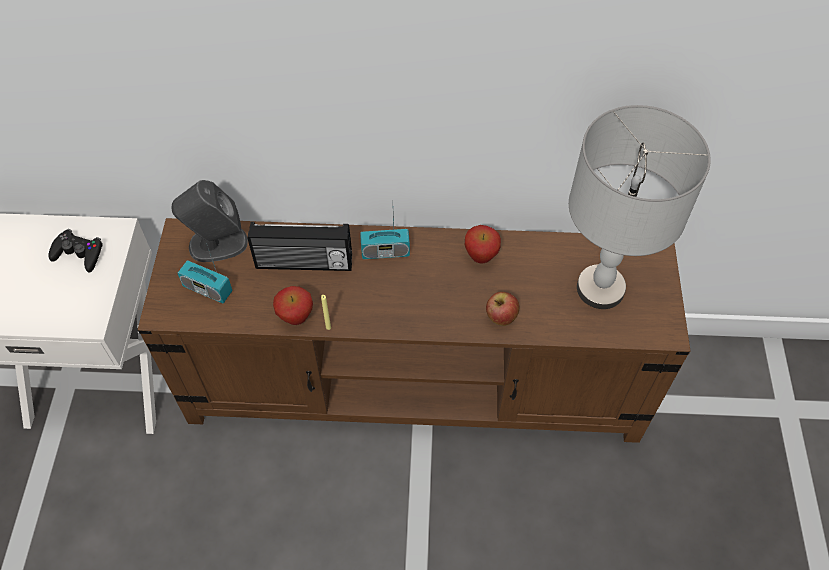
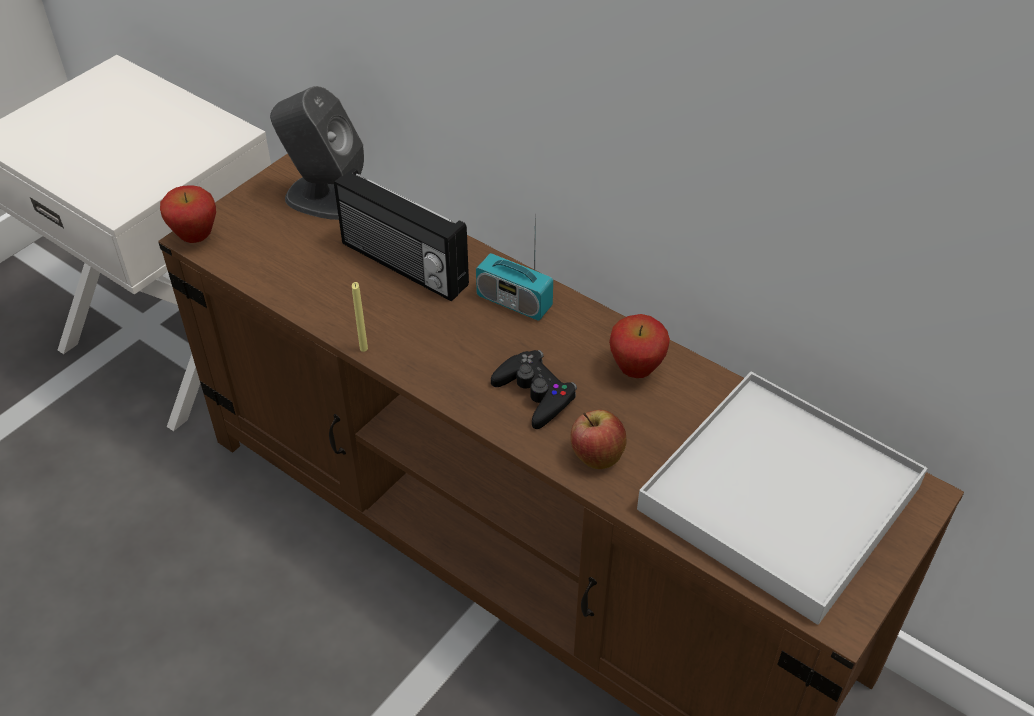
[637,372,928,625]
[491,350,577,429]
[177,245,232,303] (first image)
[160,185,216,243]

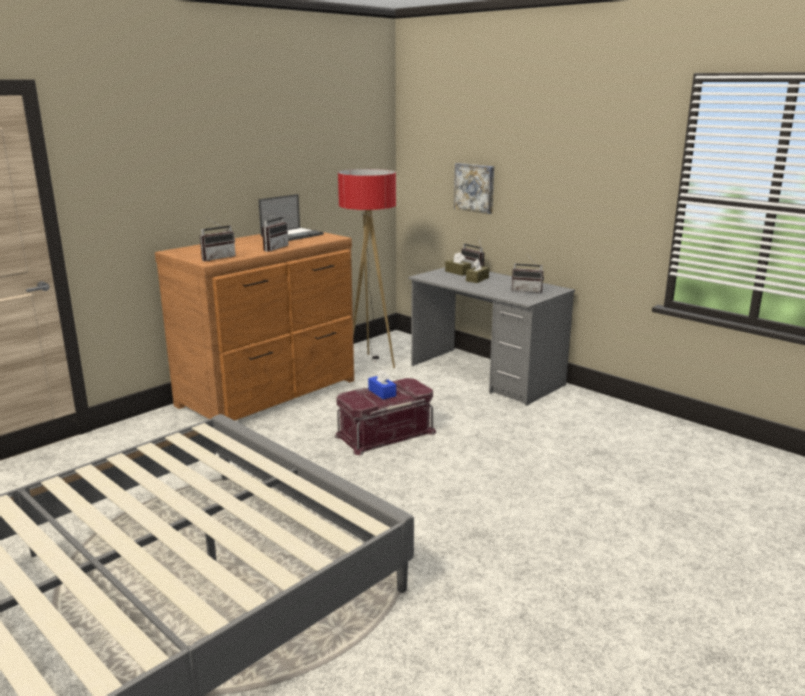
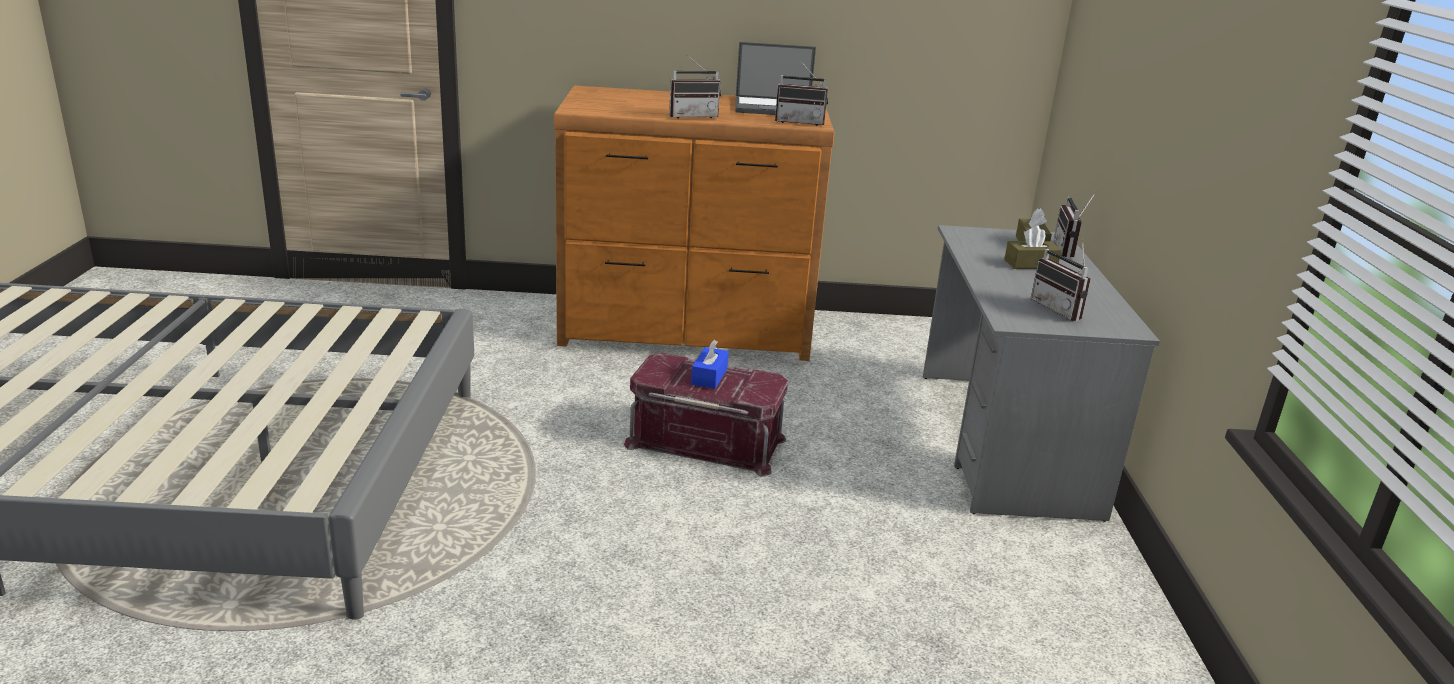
[454,163,494,214] (first image)
[338,169,396,368] (first image)
[775,61,828,126]

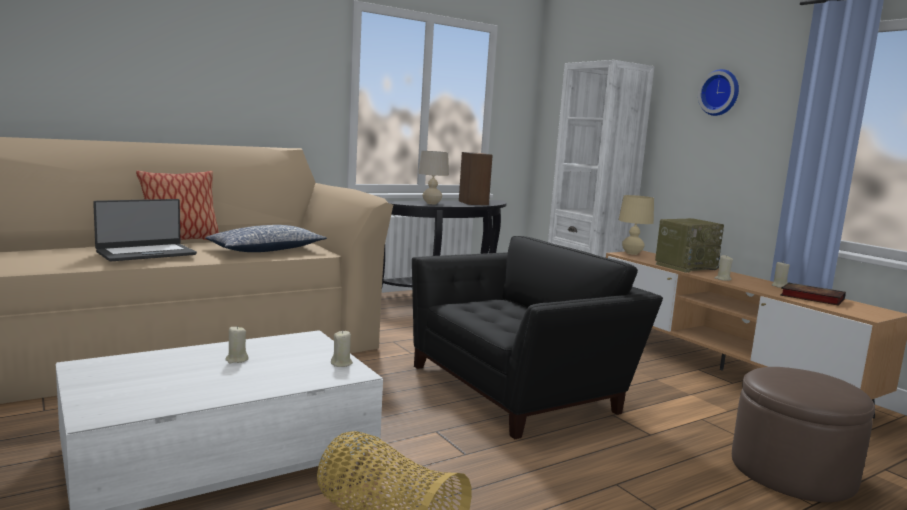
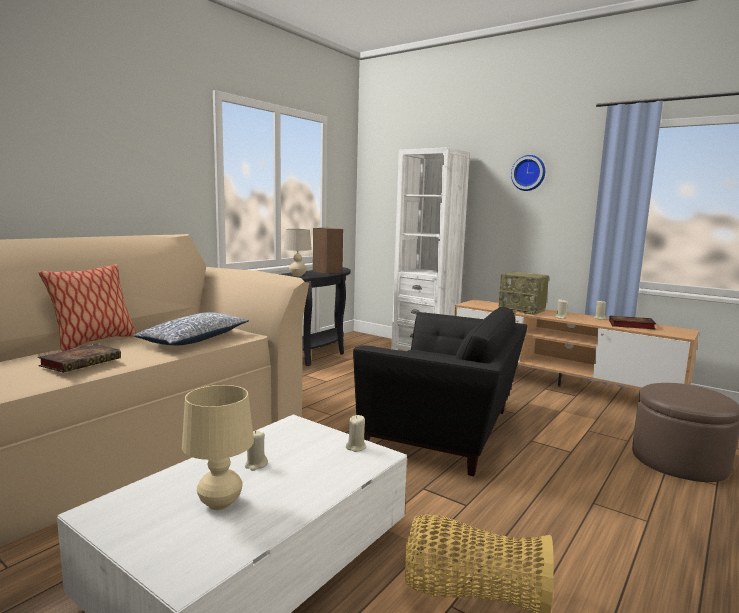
[182,385,254,510]
[38,345,121,373]
[499,272,549,315]
[353,307,527,476]

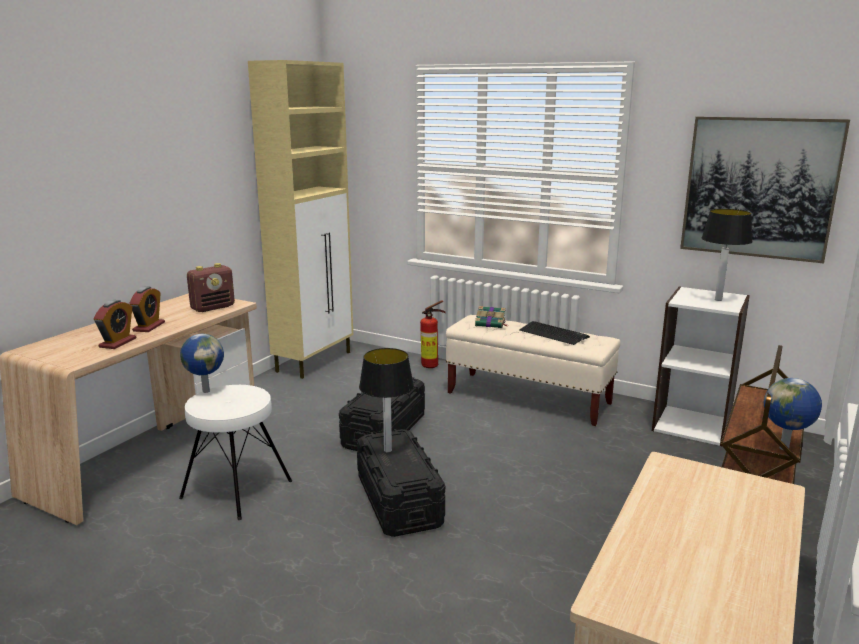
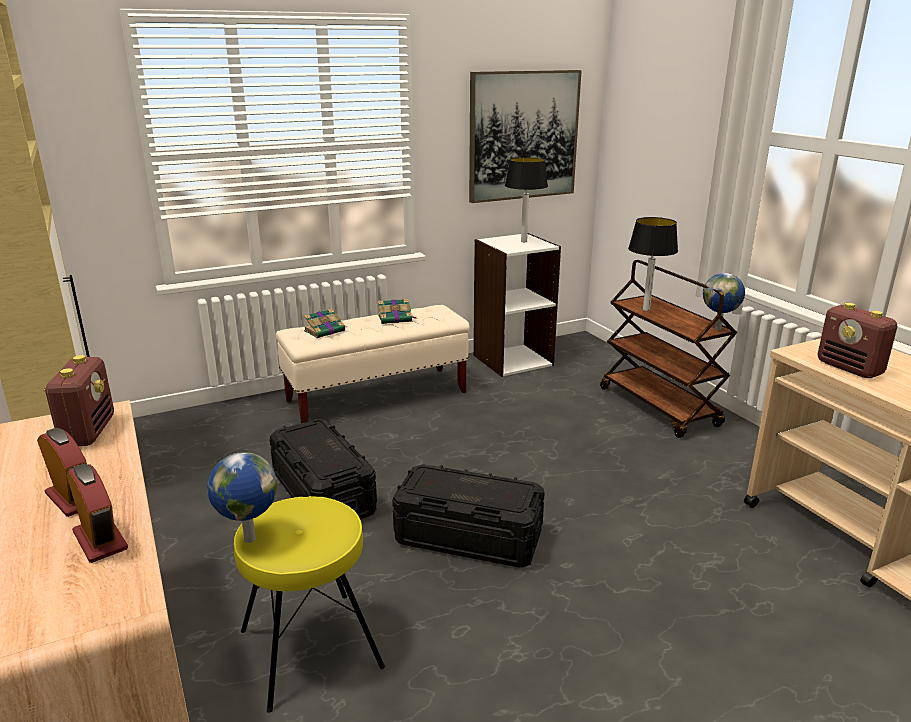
[420,300,446,368] (first image)
[378,299,416,324]
[628,217,678,311]
[234,496,385,713]
[818,303,897,378]

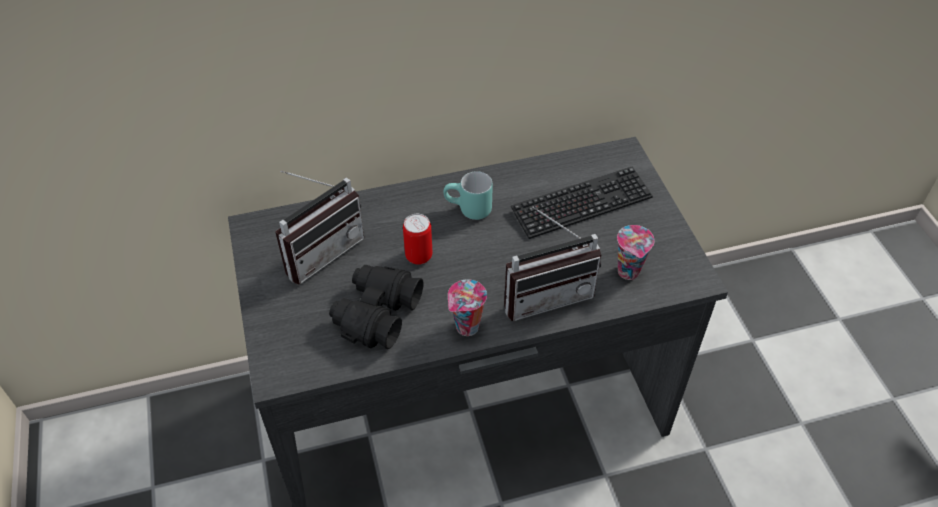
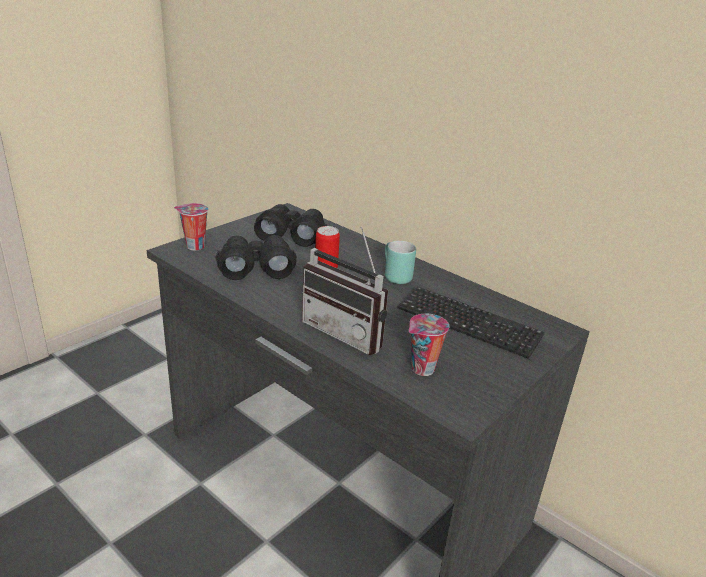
[254,204,327,247]
[174,203,208,251]

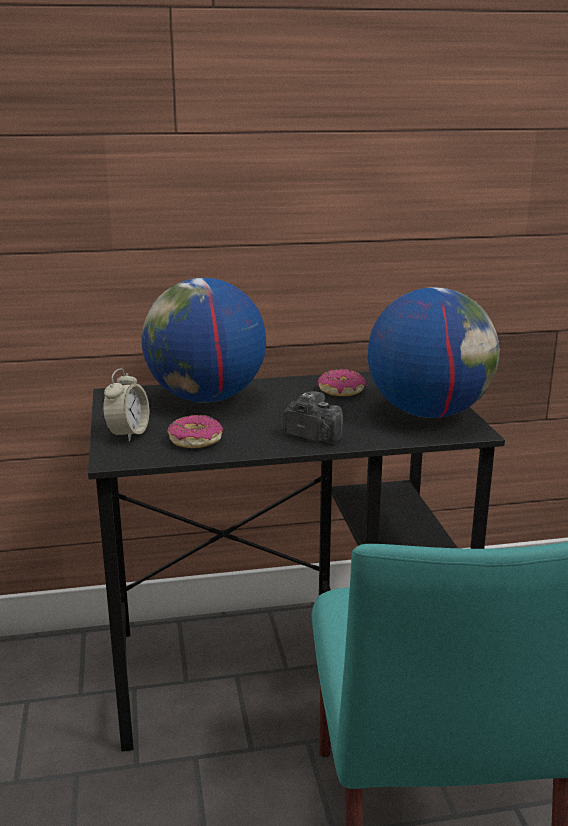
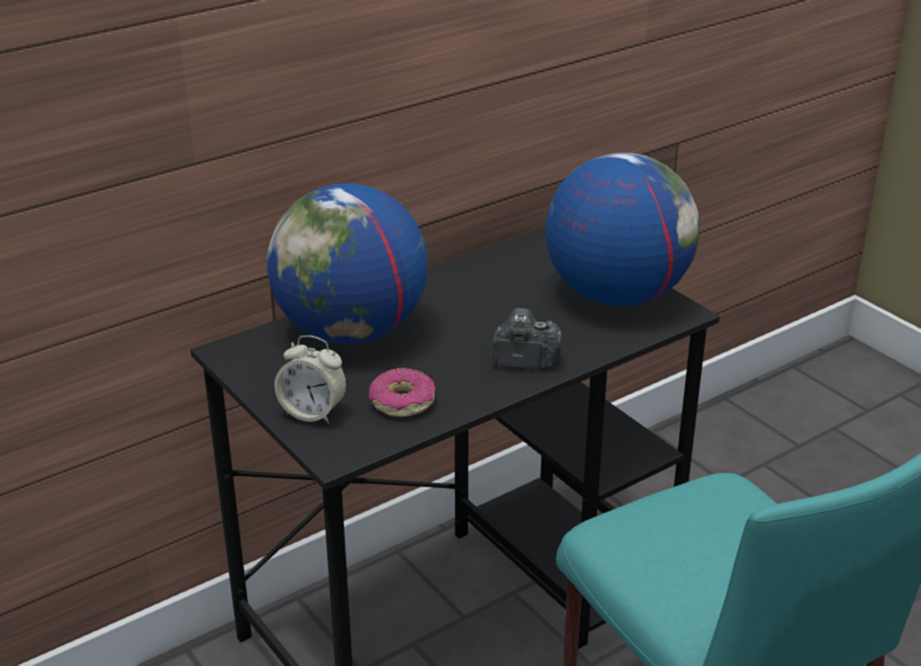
[274,335,347,424]
[318,369,366,396] (first image)

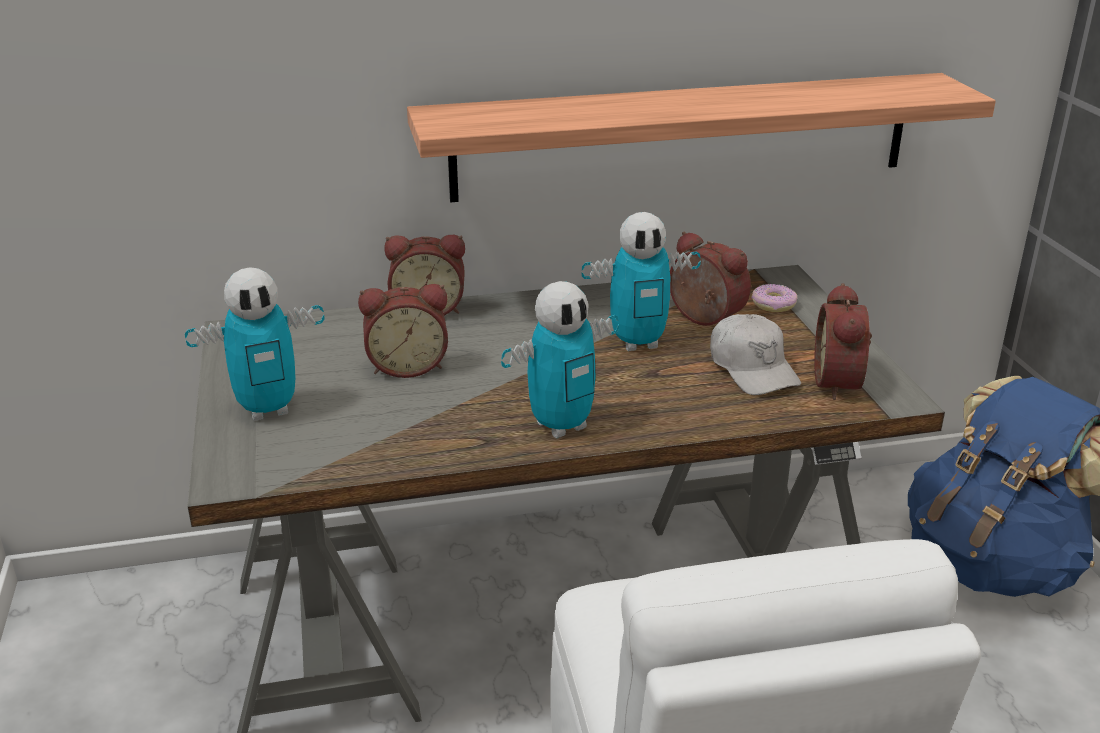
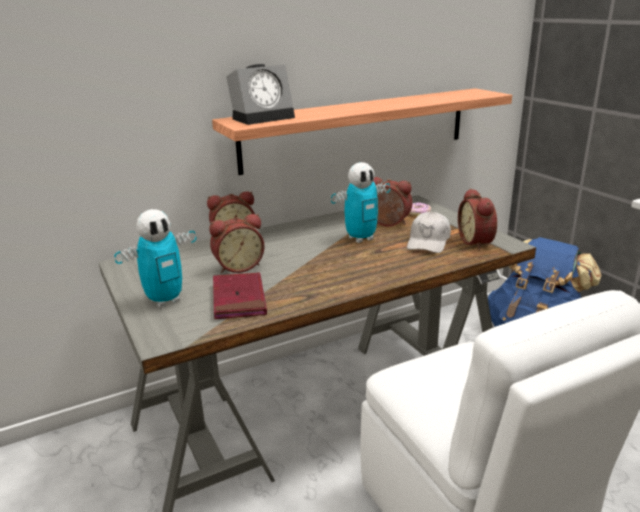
[501,281,619,438] (first image)
[407,212,451,253]
[226,64,295,125]
[213,272,267,319]

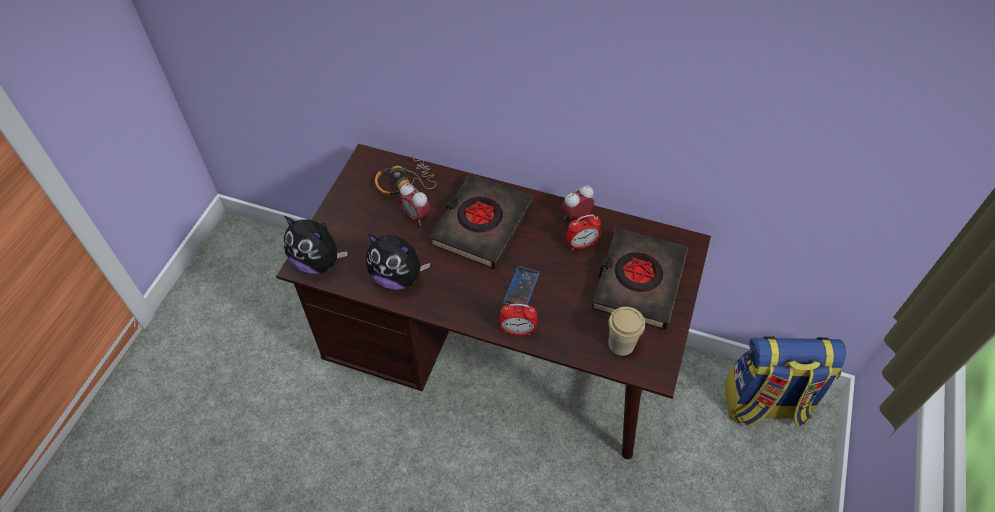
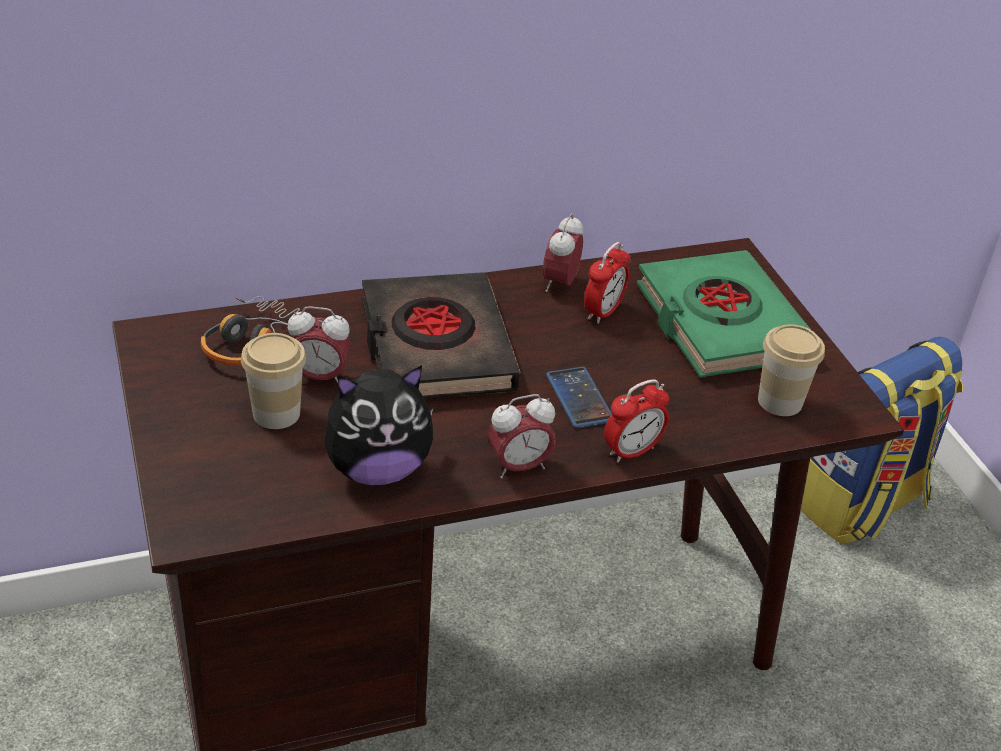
[284,216,348,274] (first image)
[636,250,811,378]
[241,333,306,429]
[487,394,556,479]

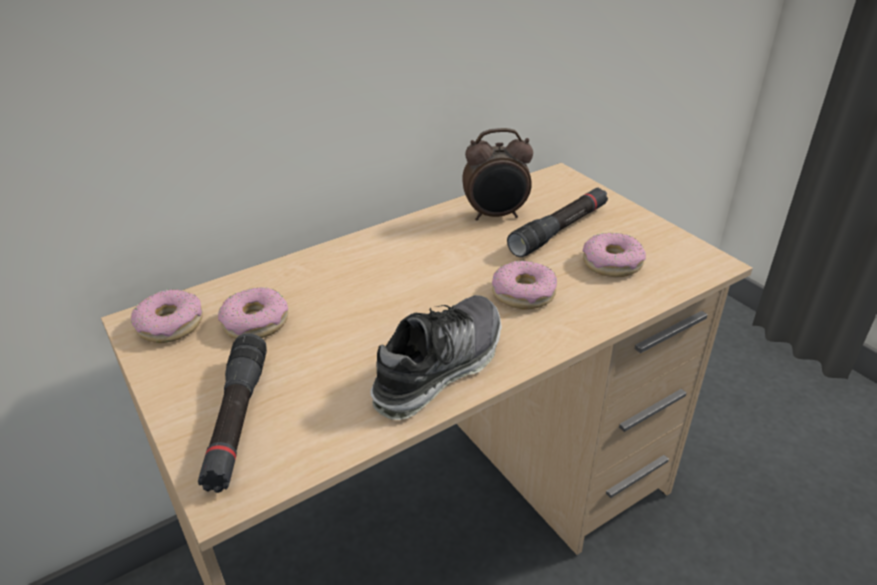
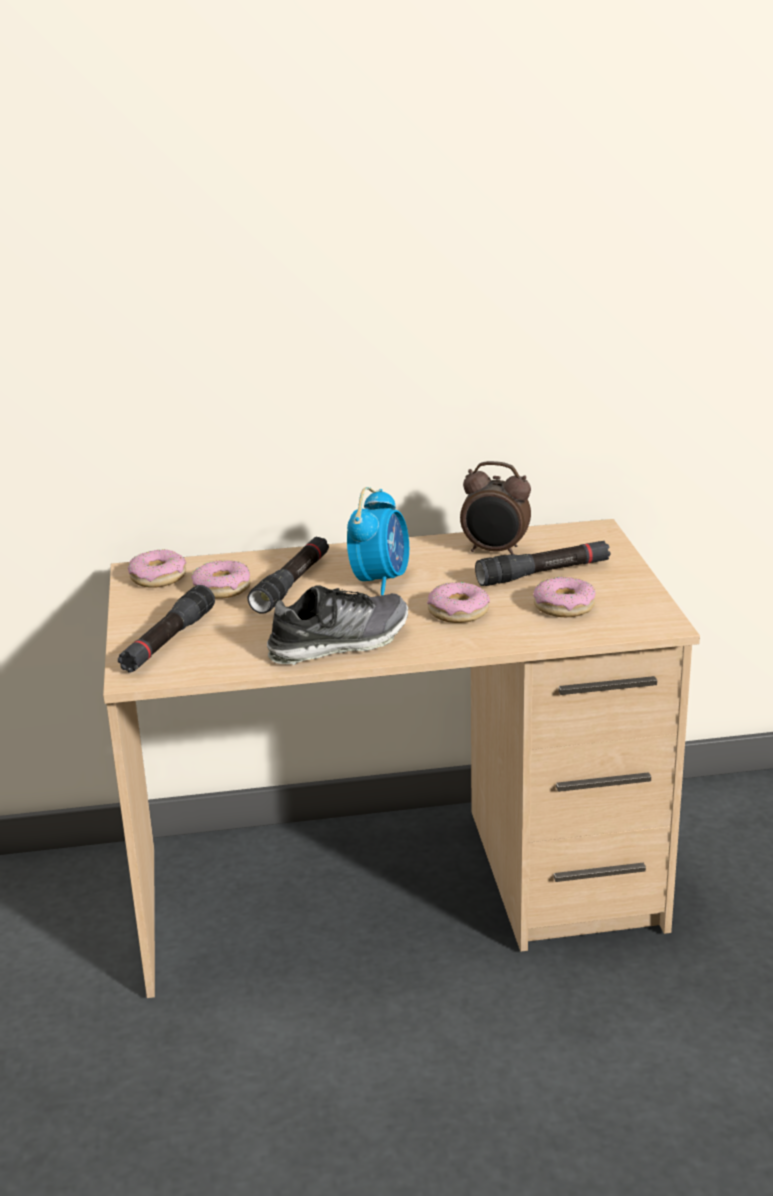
[347,487,409,595]
[248,537,329,614]

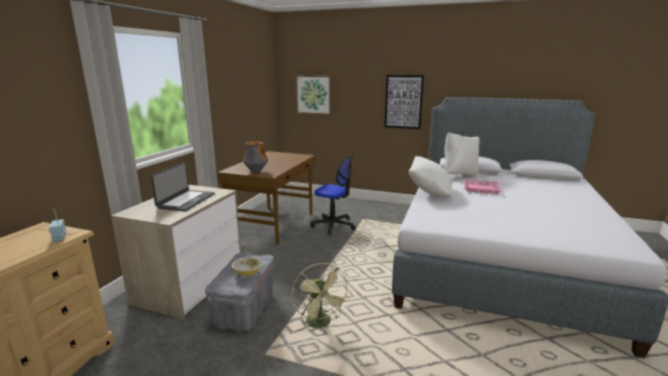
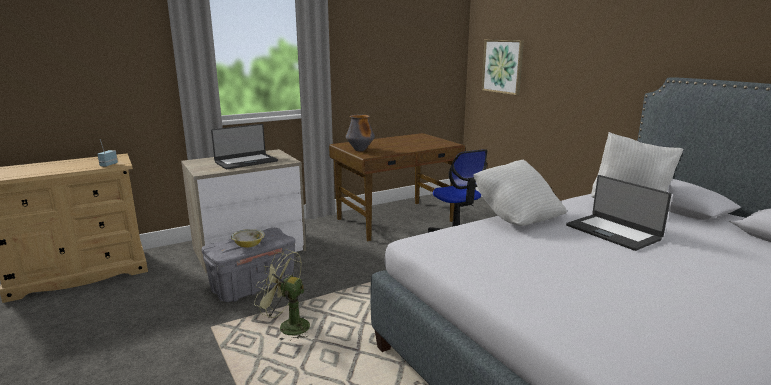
[384,75,424,129] (first image)
[566,175,672,251]
[254,249,310,341]

